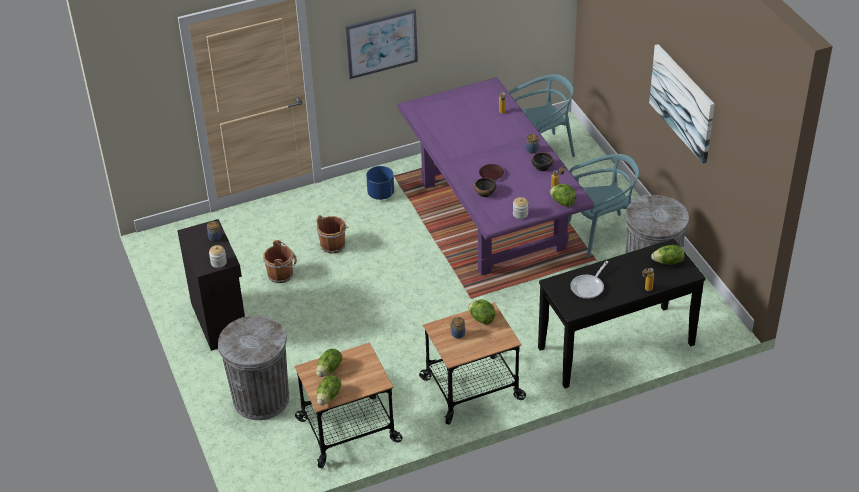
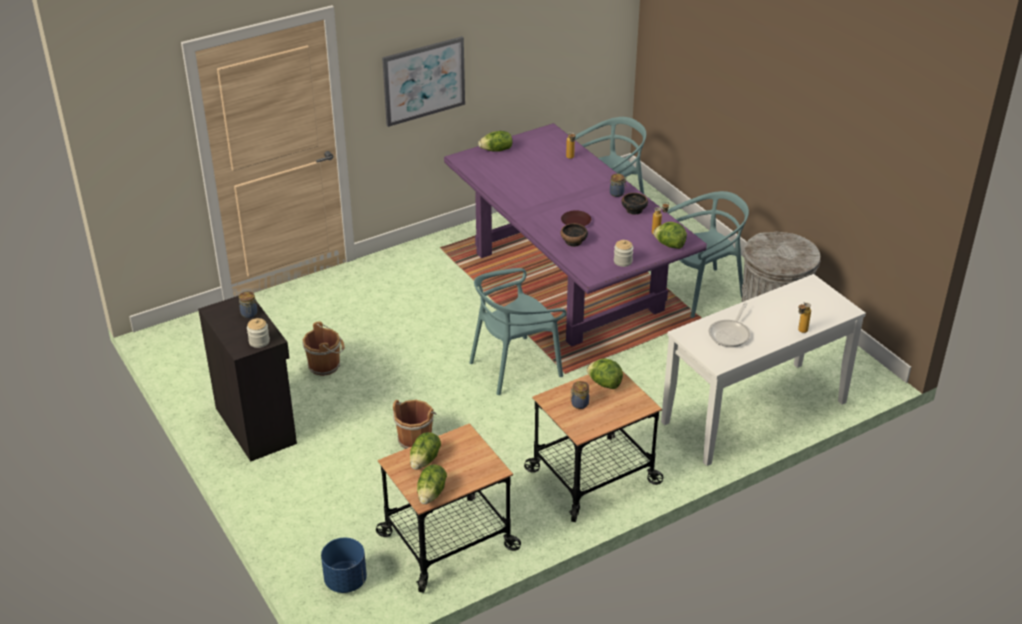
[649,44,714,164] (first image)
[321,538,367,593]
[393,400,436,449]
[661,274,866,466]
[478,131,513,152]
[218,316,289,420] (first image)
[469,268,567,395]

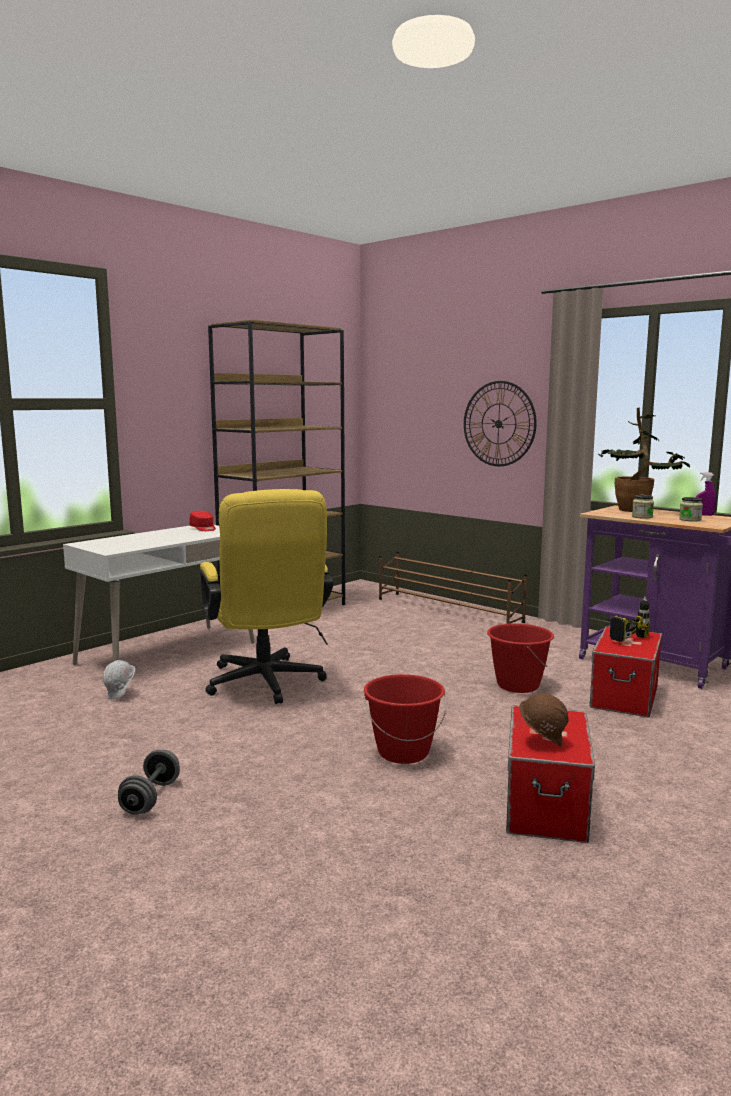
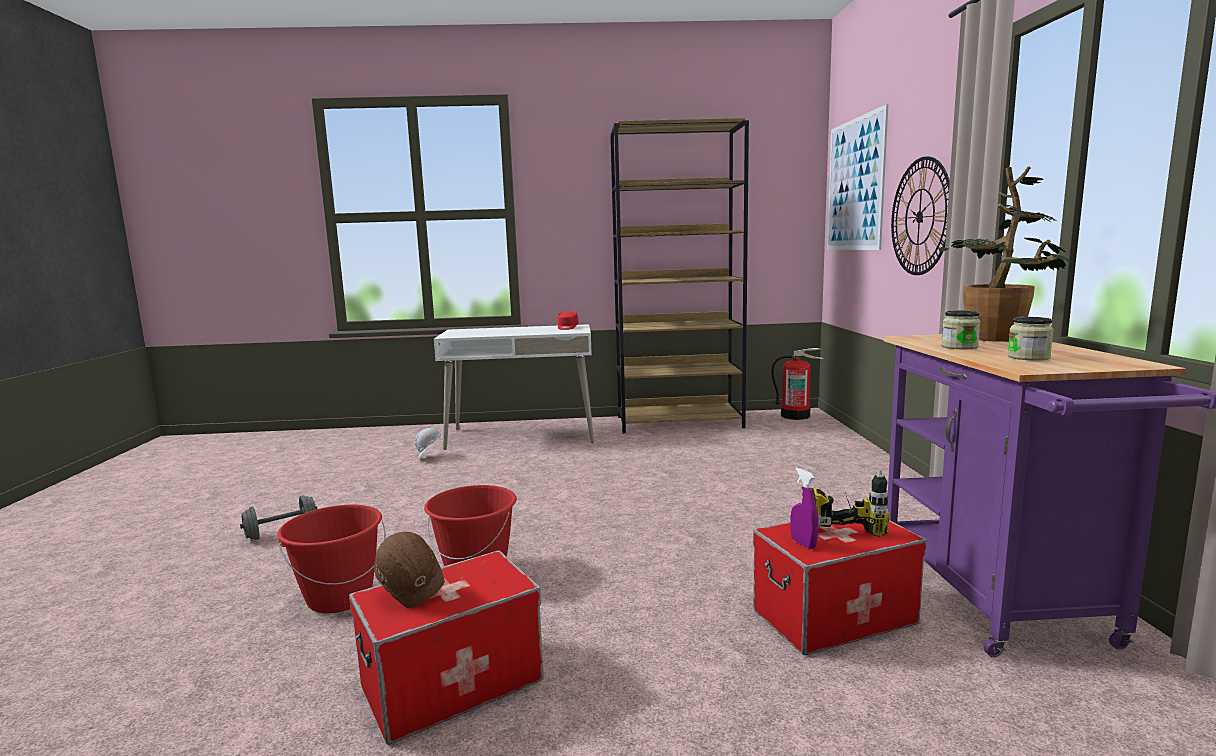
[791,468,818,549]
[200,489,333,704] (first image)
[379,551,527,624] (first image)
[277,505,386,613]
[827,104,888,250]
[771,348,824,420]

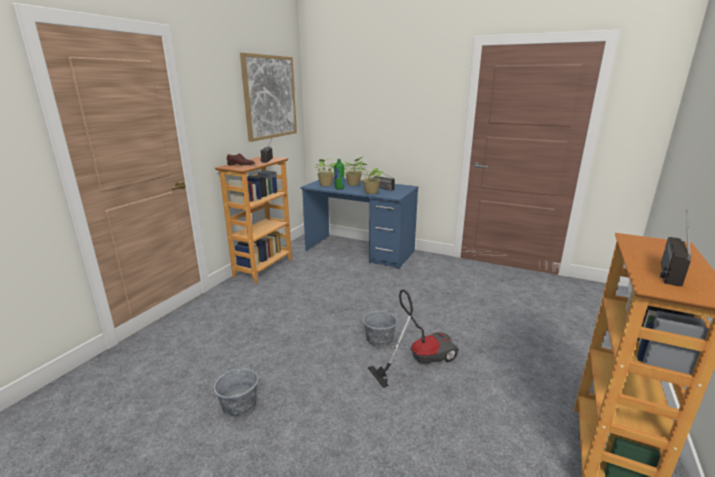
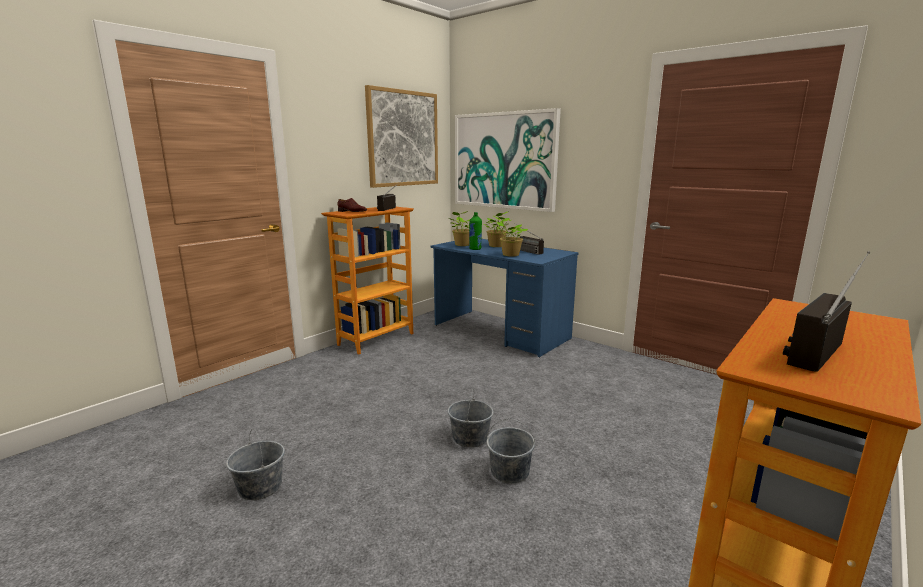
[486,418,535,484]
[455,108,561,212]

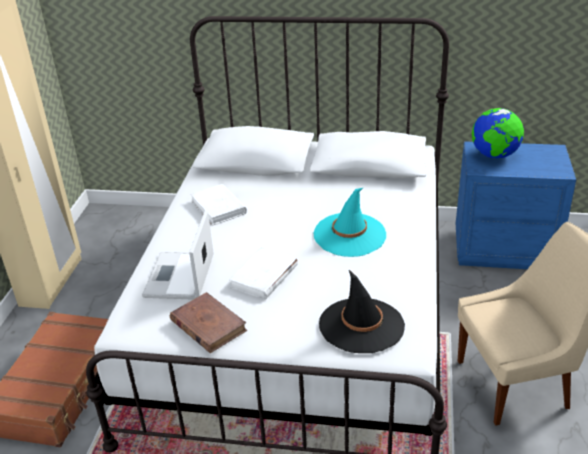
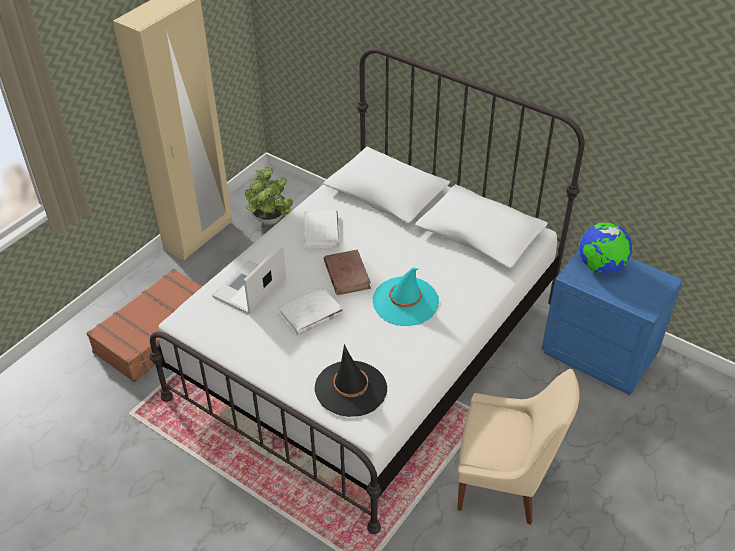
[324,250,371,295]
[245,167,293,225]

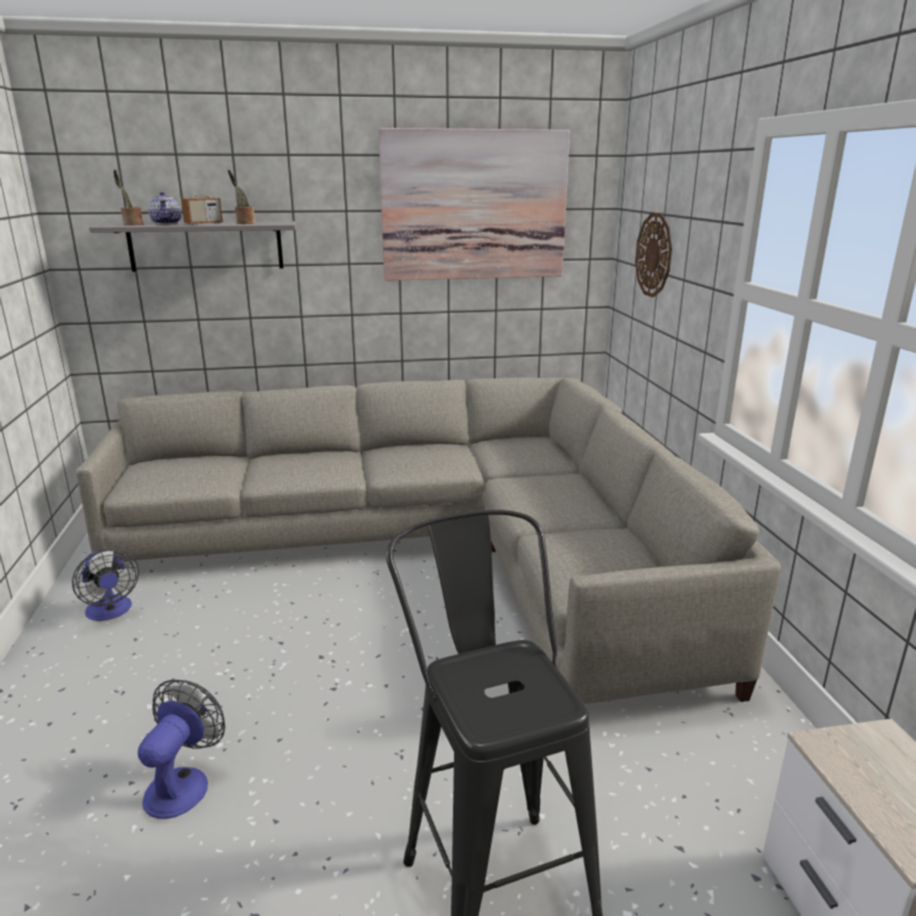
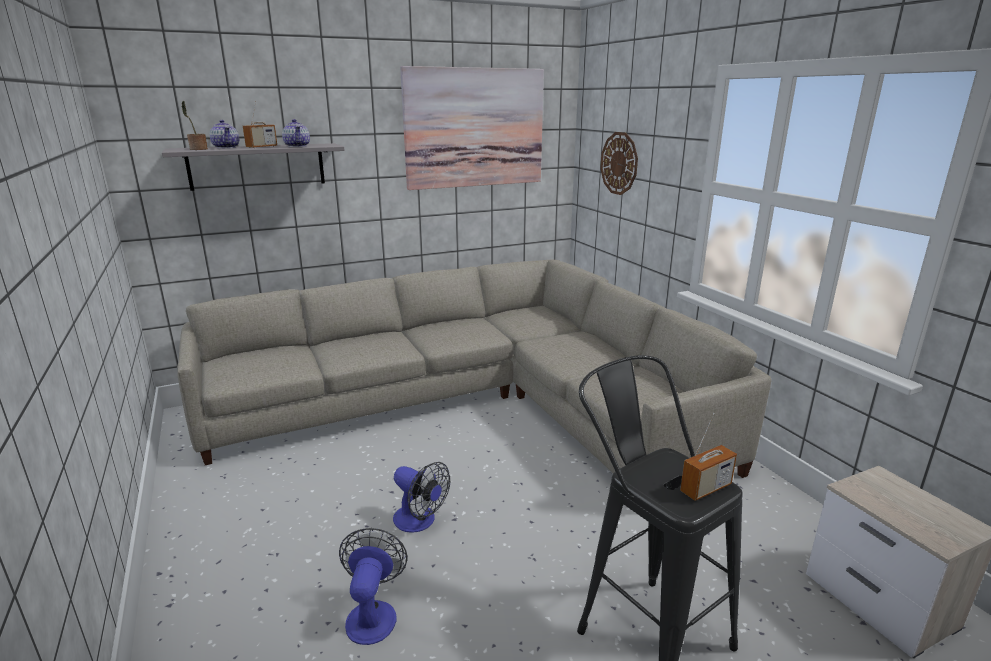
[282,119,310,147]
[393,462,450,533]
[680,413,737,501]

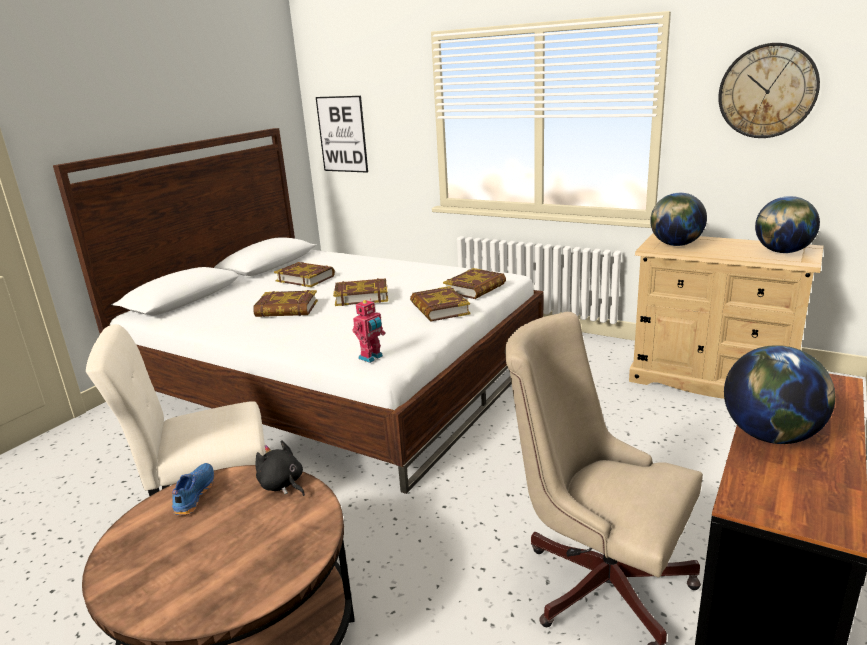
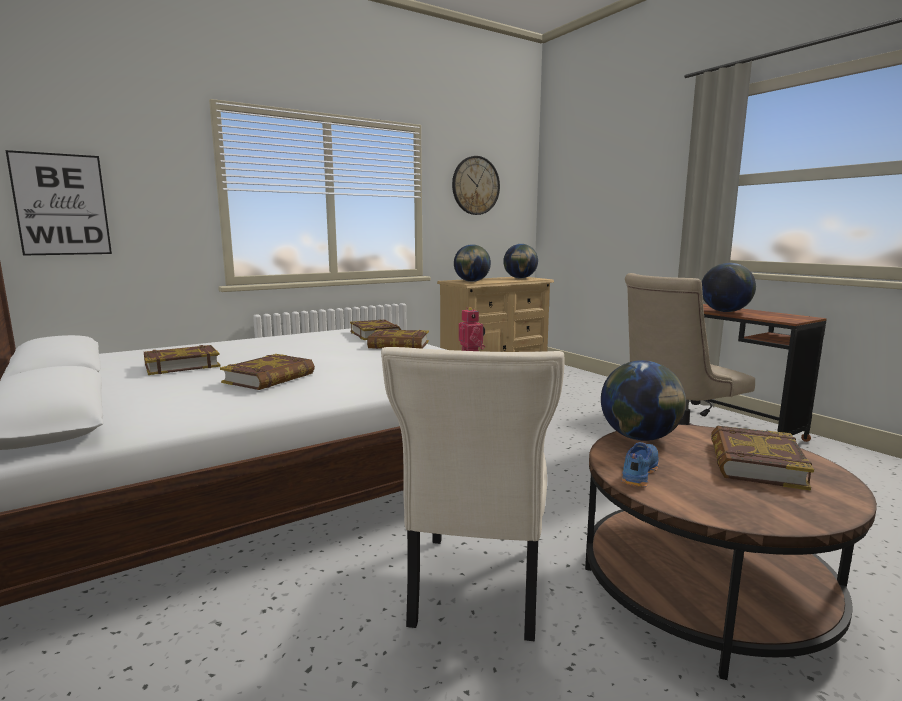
[711,426,814,491]
[601,360,686,441]
[622,442,659,488]

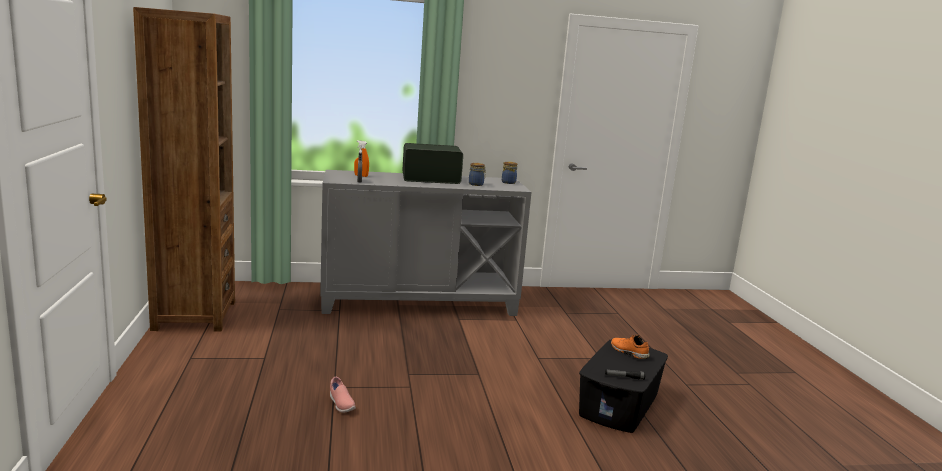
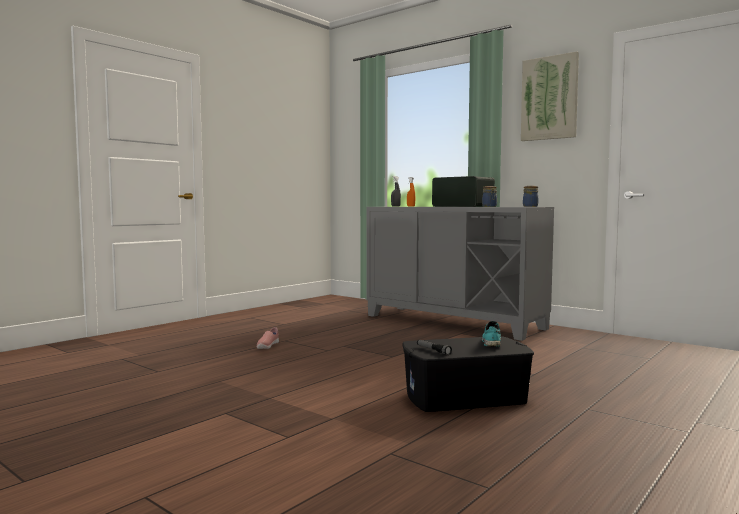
[133,7,235,332] (first image)
[482,321,501,347]
[521,52,579,141]

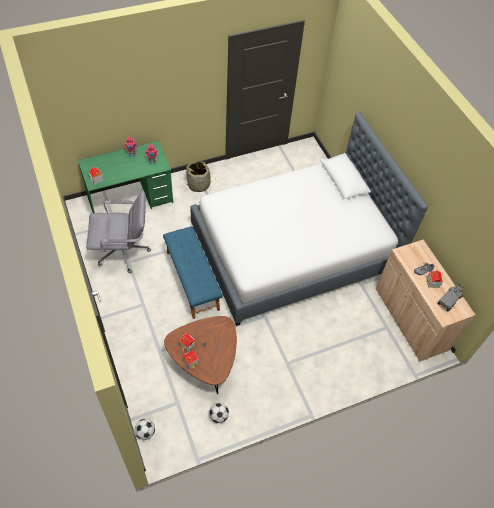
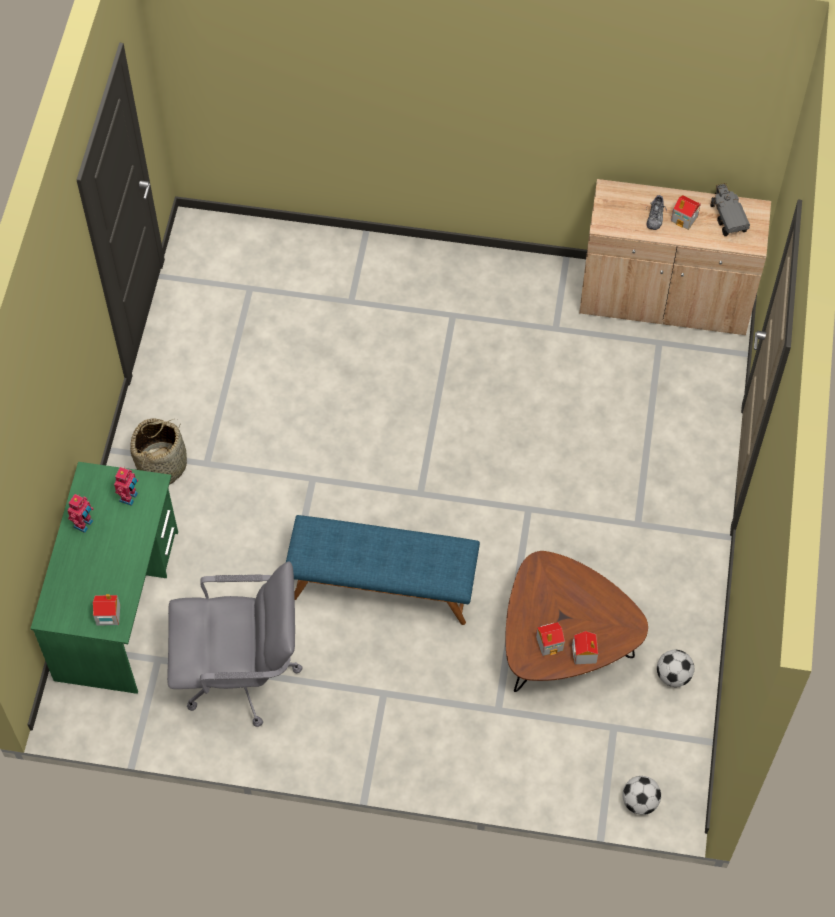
[190,112,428,326] (first image)
[167,561,302,727]

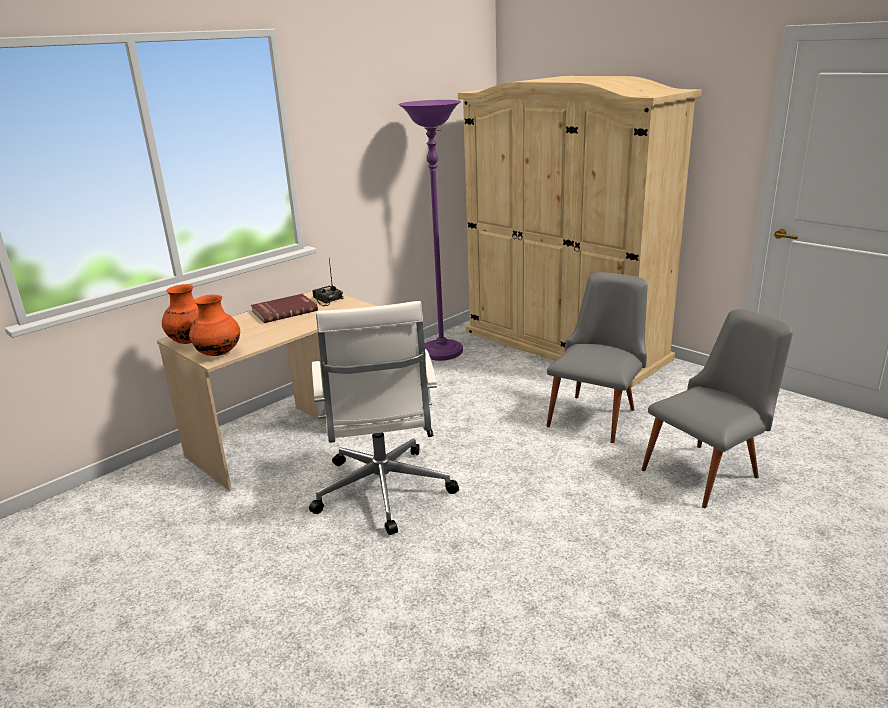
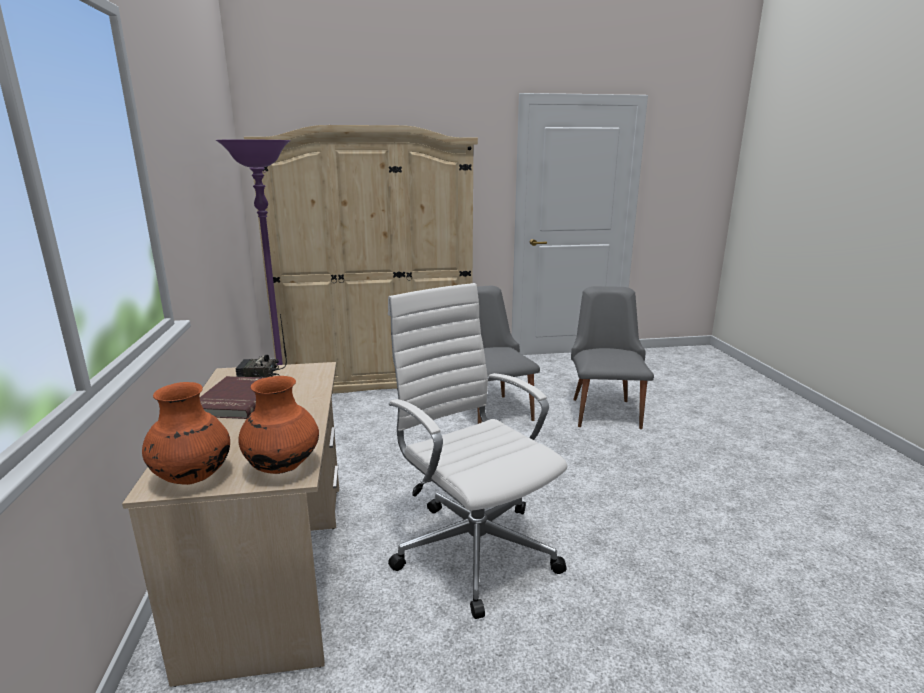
[388,283,567,619]

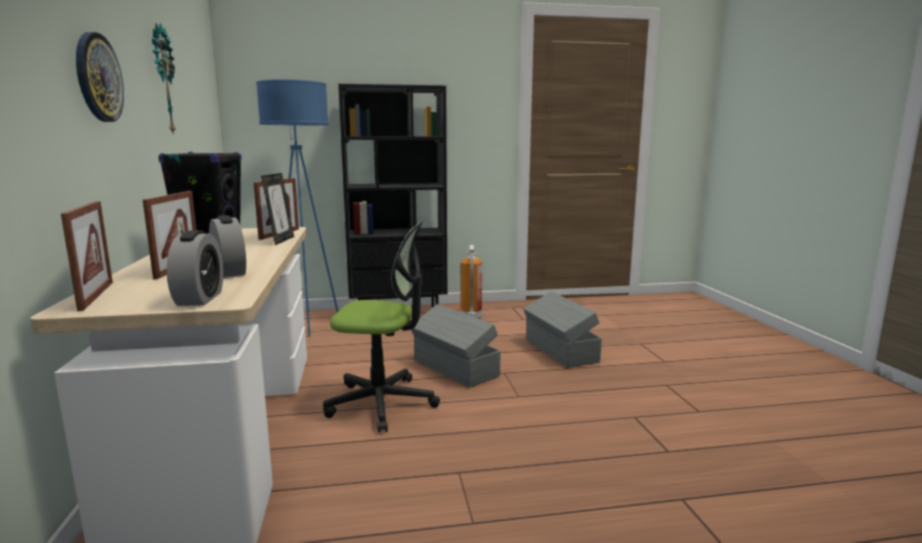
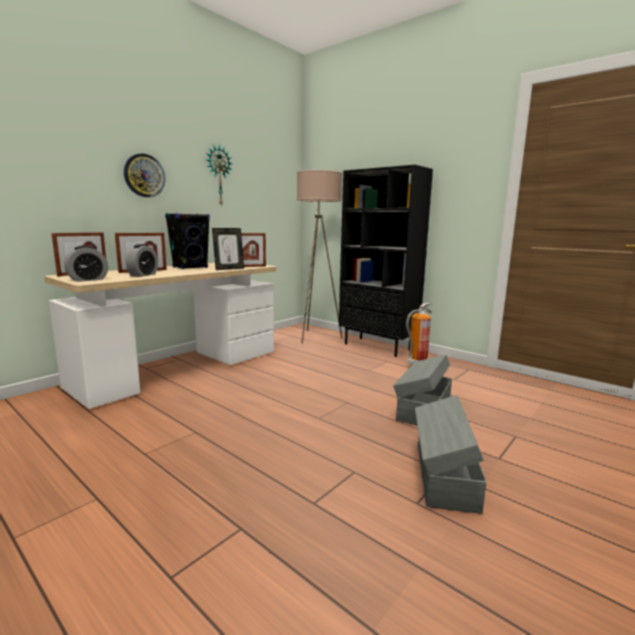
[297,170,342,343]
[323,221,440,433] (first image)
[415,395,487,514]

